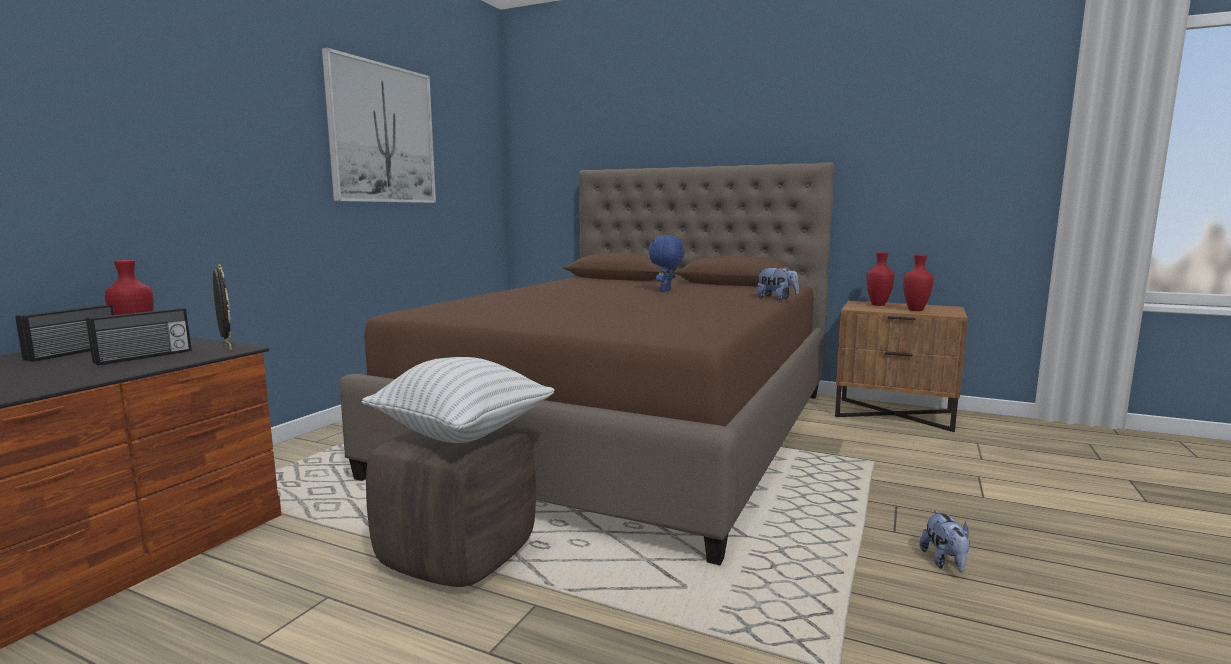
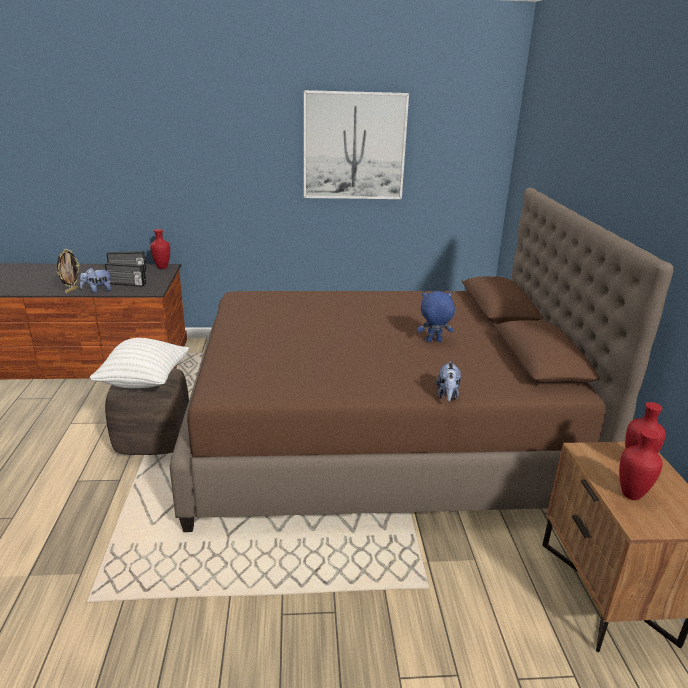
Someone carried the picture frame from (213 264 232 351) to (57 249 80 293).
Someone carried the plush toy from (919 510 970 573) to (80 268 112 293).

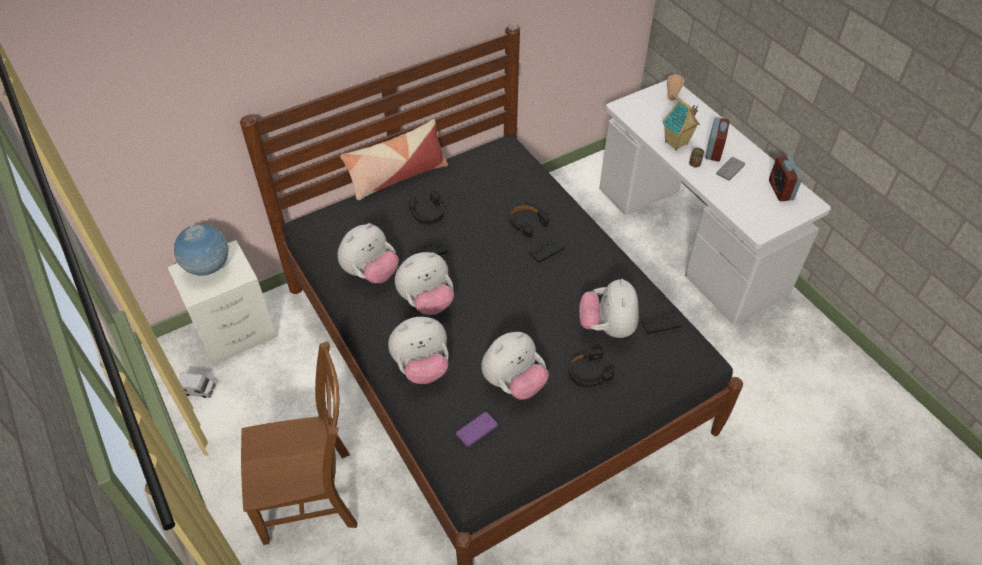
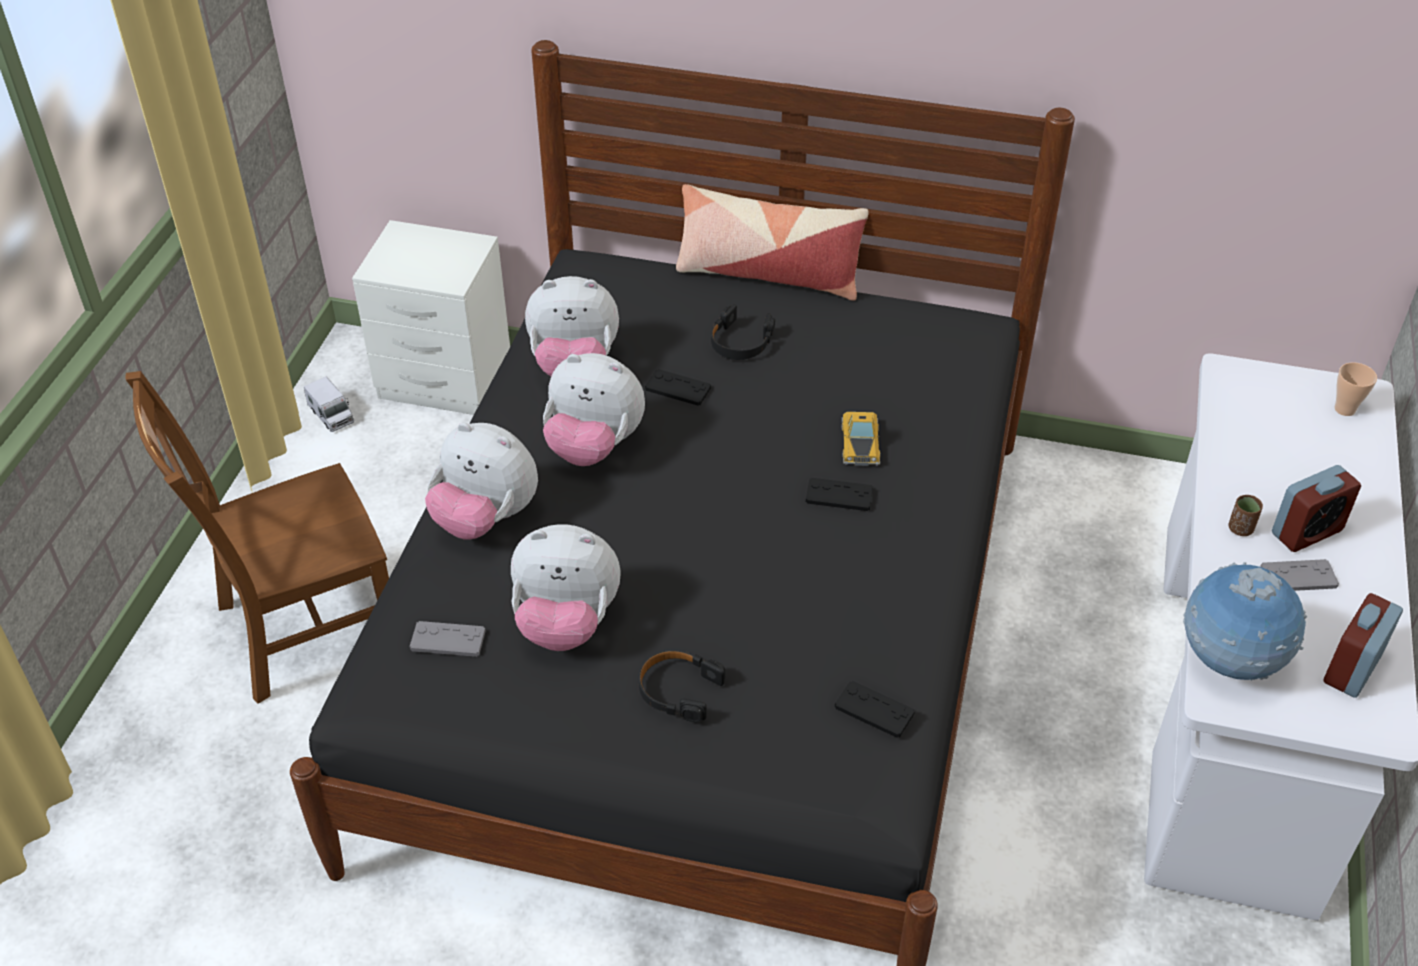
Someone took away the plush toy at (579 279 639 338).
Someone took away the toy house at (662 98 700 150).
Someone carried the globe from (174 224 230 276) to (1183 562 1307 681).
Someone swapped the headphones (black) at (510 205 549 238) for the toy car at (841 412 881 466).
Someone repainted the game controller (purple) at (456 412 498 447), which became the game controller (grey) at (409 621 486 657).
Someone rotated the chair (brown) at (241 341 358 545) by 120 degrees clockwise.

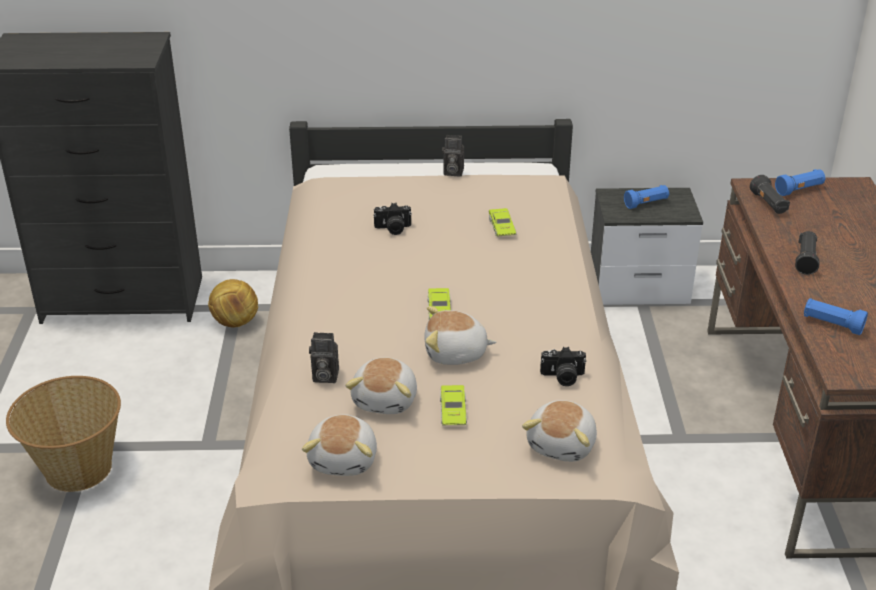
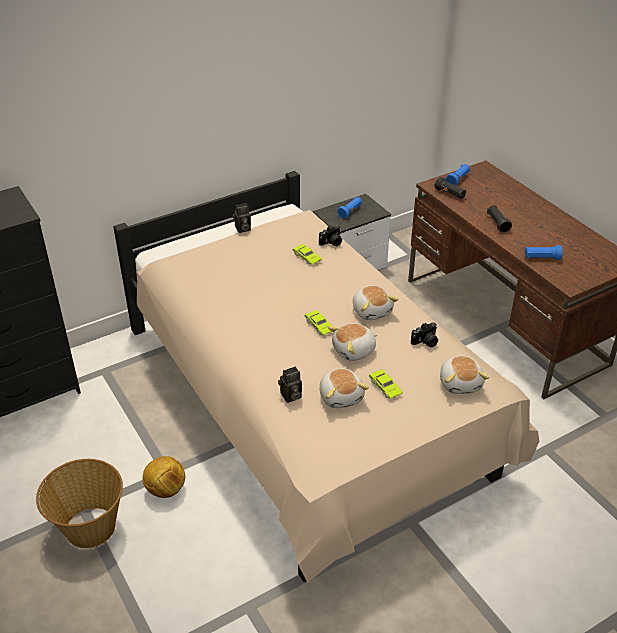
Someone carried the football from (208 279 258 327) to (142 456 185 498).
Someone carried the plush toy from (302 414 377 476) to (353 286 398 320).
Someone carried the photo camera from (373 203 412 235) to (319 225 342 246).

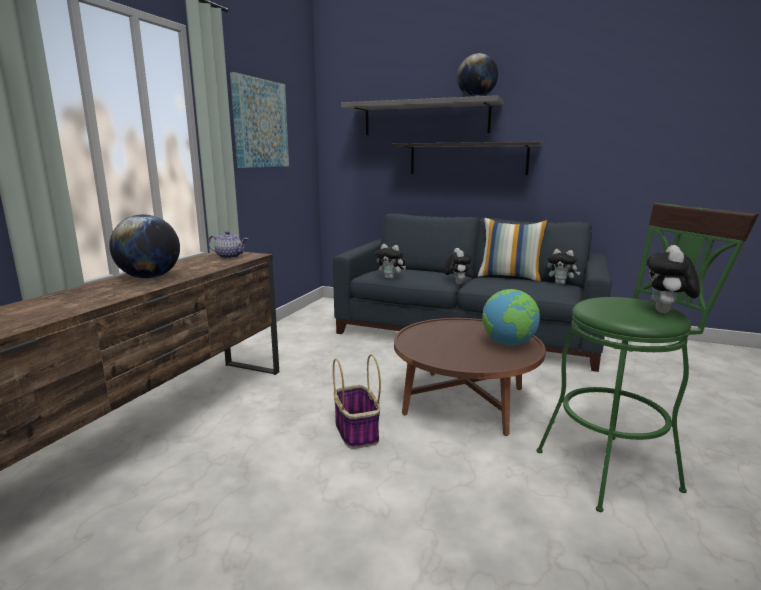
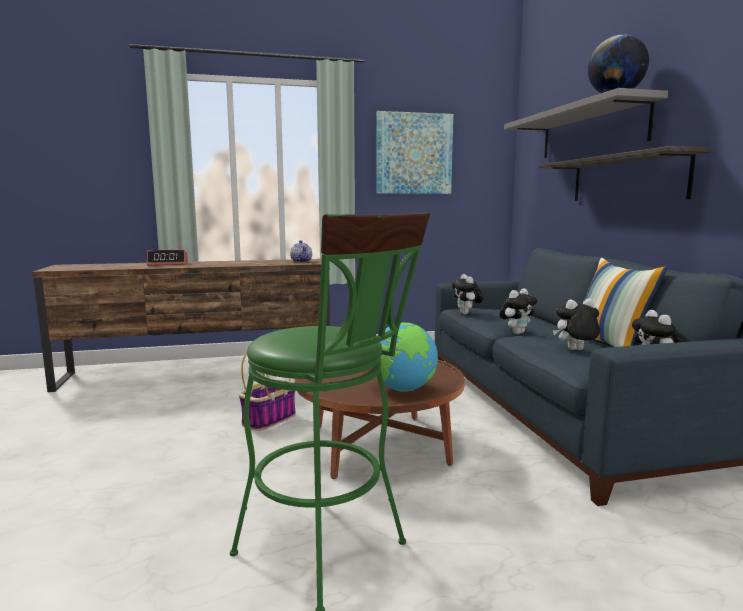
Someone took away the globe at (109 215 180 279).
Someone put down the alarm clock at (147 249 188 266).
Someone carried the plush toy from (647 245 700 313) to (553 298 600 350).

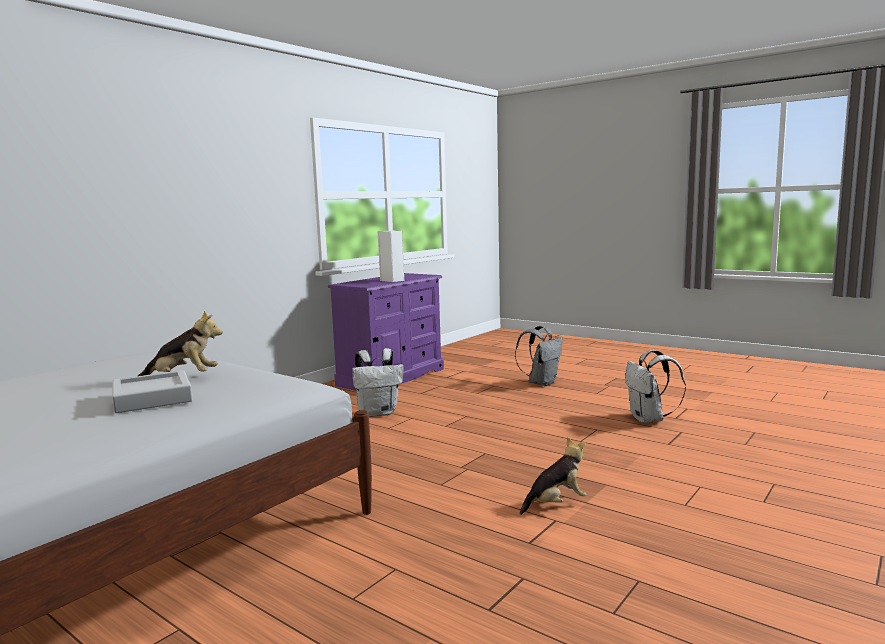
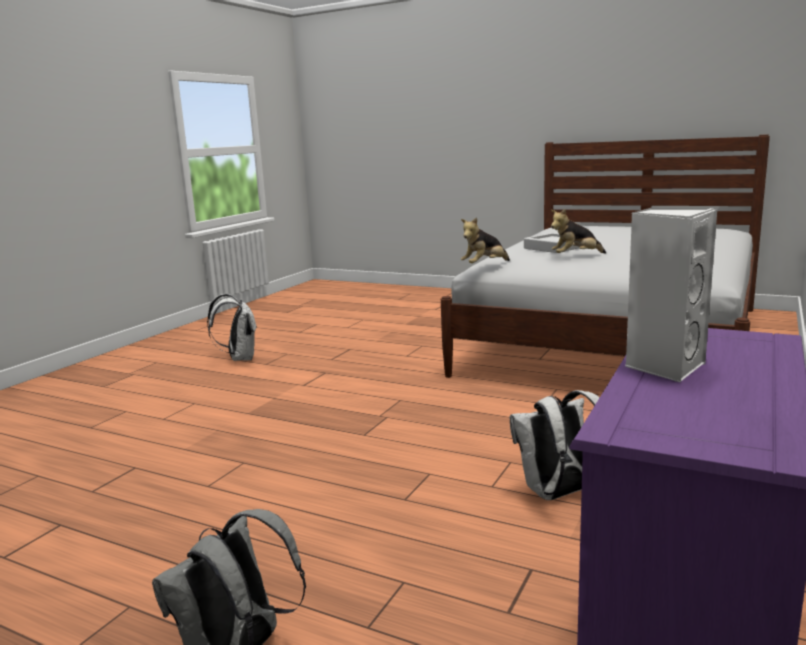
Someone carried the plush toy from (520 437 586 515) to (461 217 510 263).
Someone carried the backpack (white) from (625 350 686 423) to (207 294 257 361).

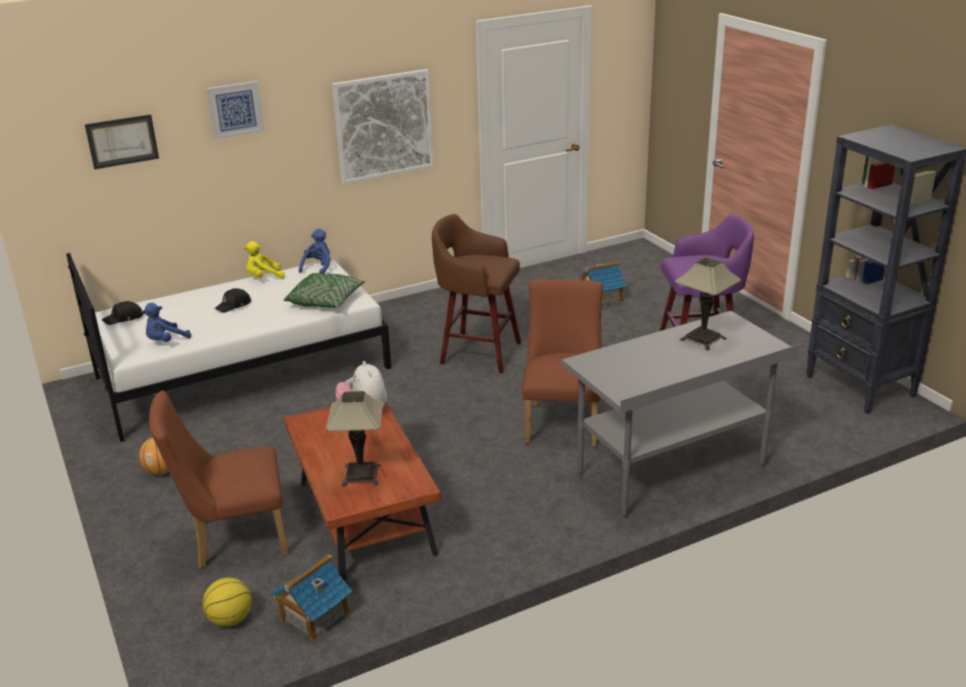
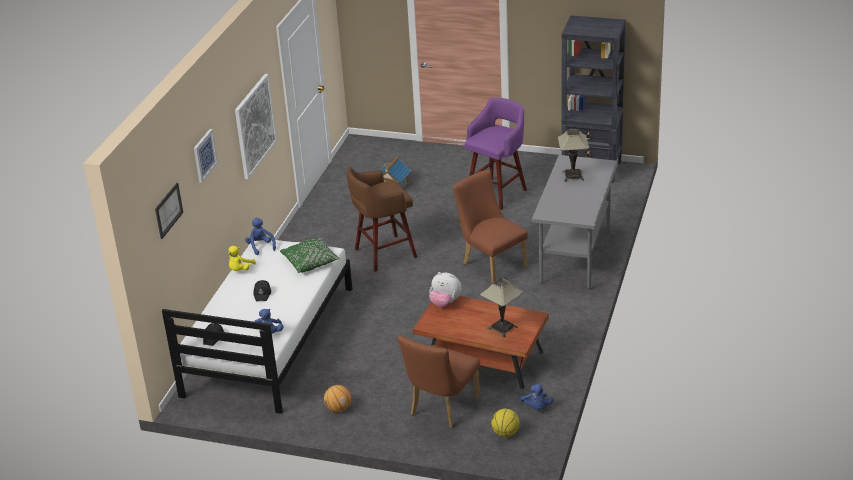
Someone swapped the toy house at (270 554 352 641) for the plush toy (blue) at (520 383 553 410).

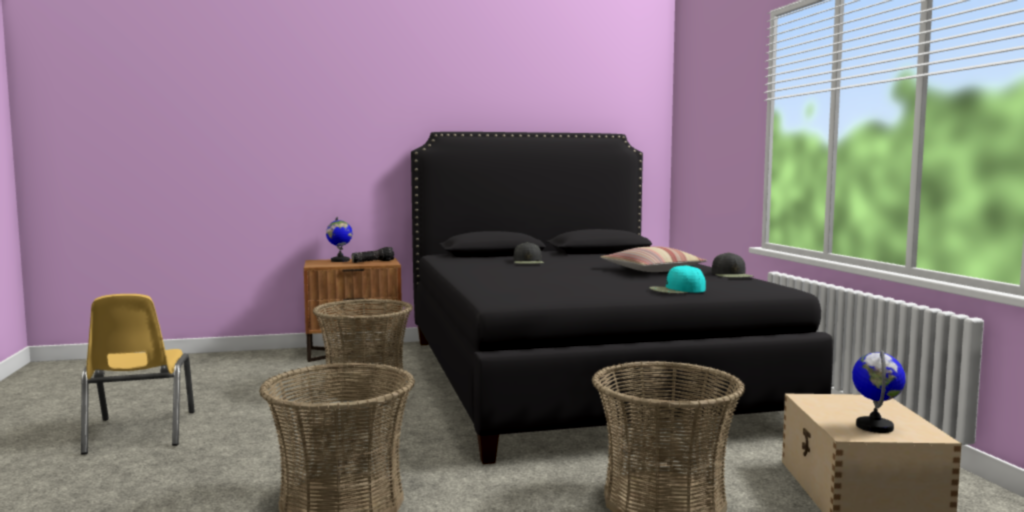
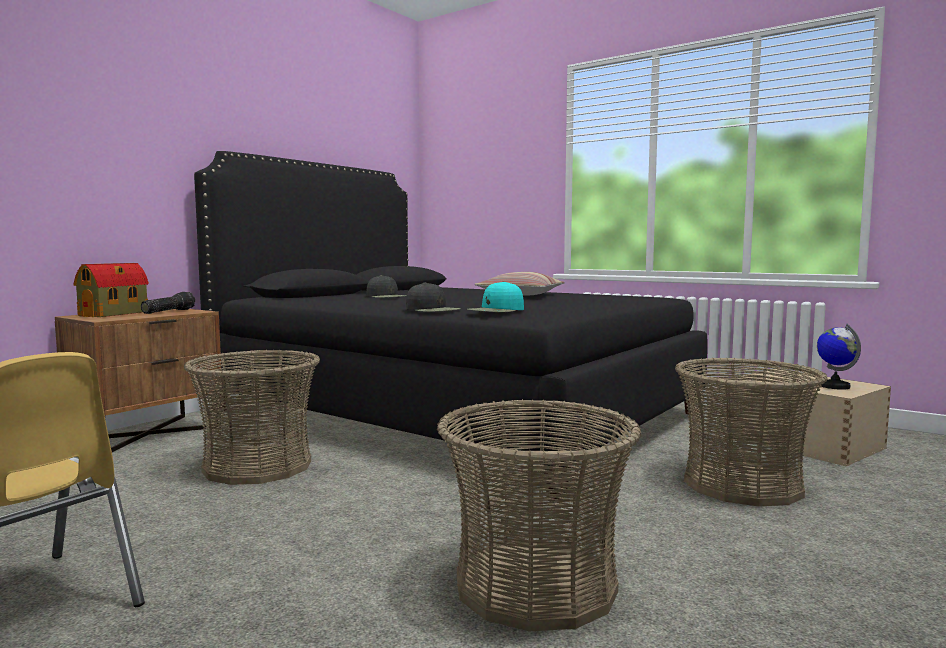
Someone carried the cap (turquoise) from (649 265 706 293) to (467 281 524 312).
Someone carried the cap (black) from (711 252 754 277) to (406 282 461 312).
Someone swapped the globe at (326 216 352 262) for the toy house at (73 263 149 317).

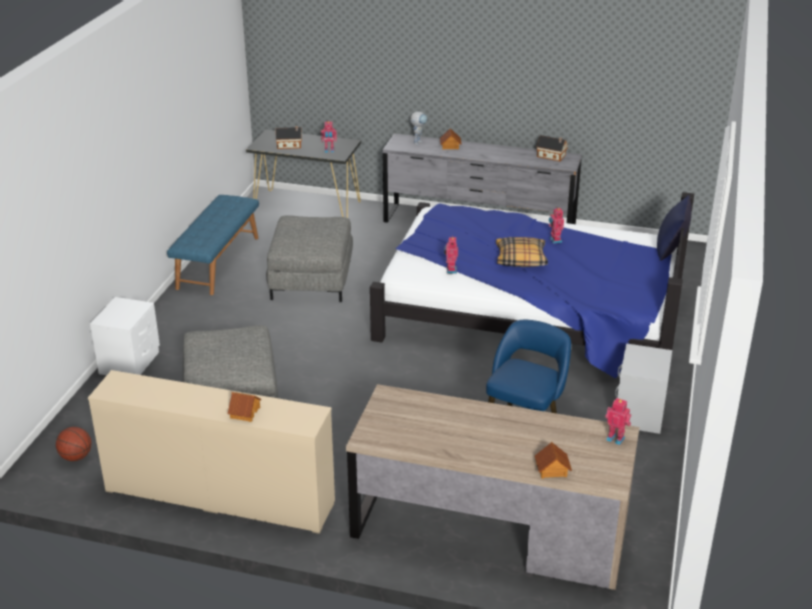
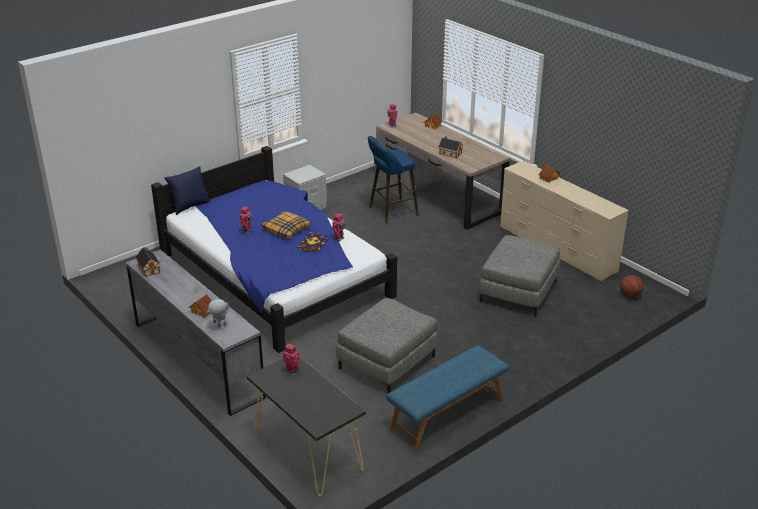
Someone took away the nightstand (white) at (90 297 160 375).
Someone put down the book at (297 232 328 253).
Someone carried the toy house from (276 126 302 149) to (439 136 463 158).

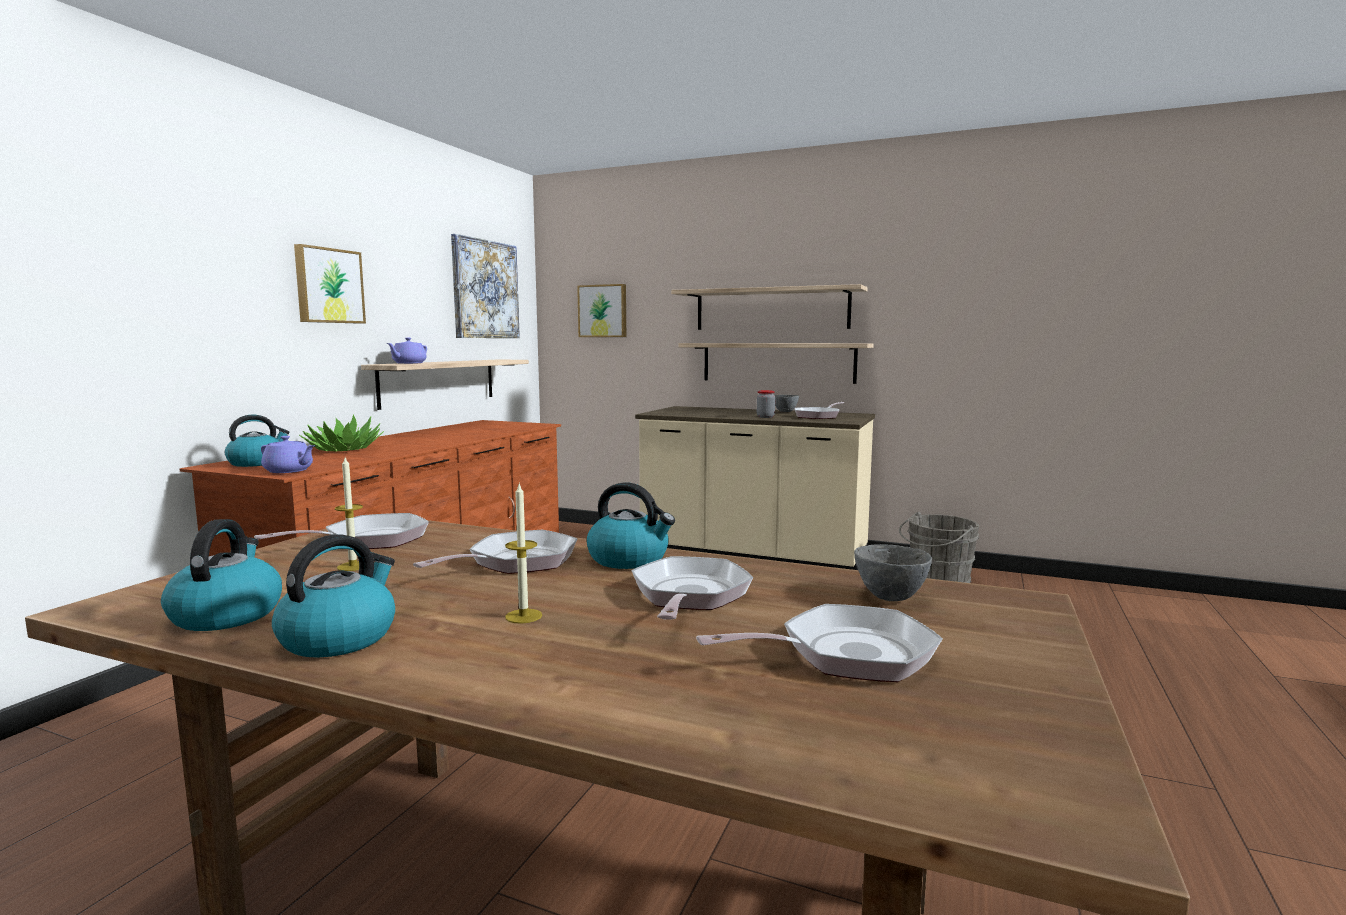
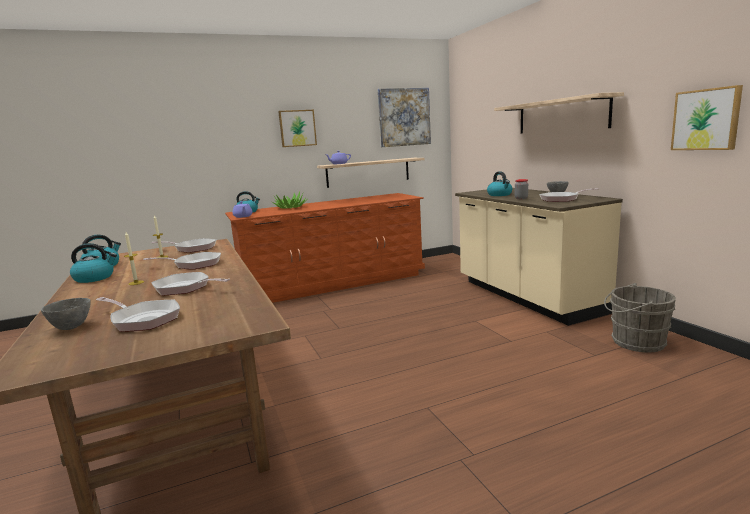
Someone took away the shelf at (678 343 874 384).
Someone carried the picture from (577 284 626 337) to (671 85 743 150).
Someone carried the kettle from (587 482 675 569) to (487 171 513 196).
Someone carried the bowl (grey) from (854 544 932 601) to (41 298 91 330).
Someone rotated the frying pan at (632 556 753 620) by 120 degrees counterclockwise.

